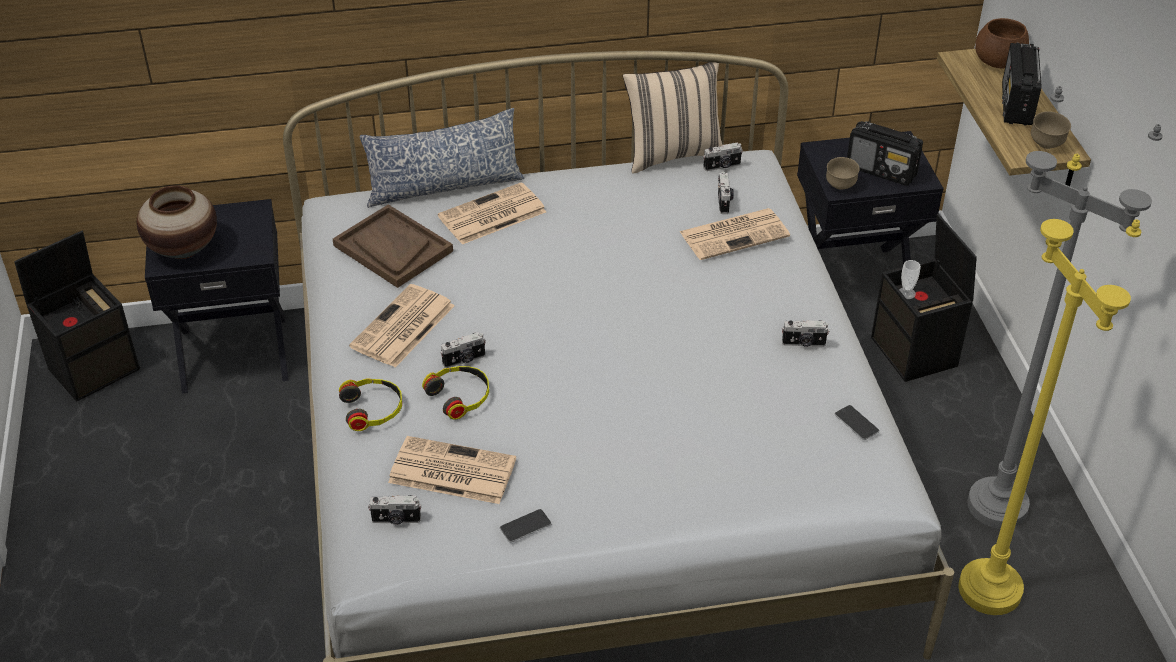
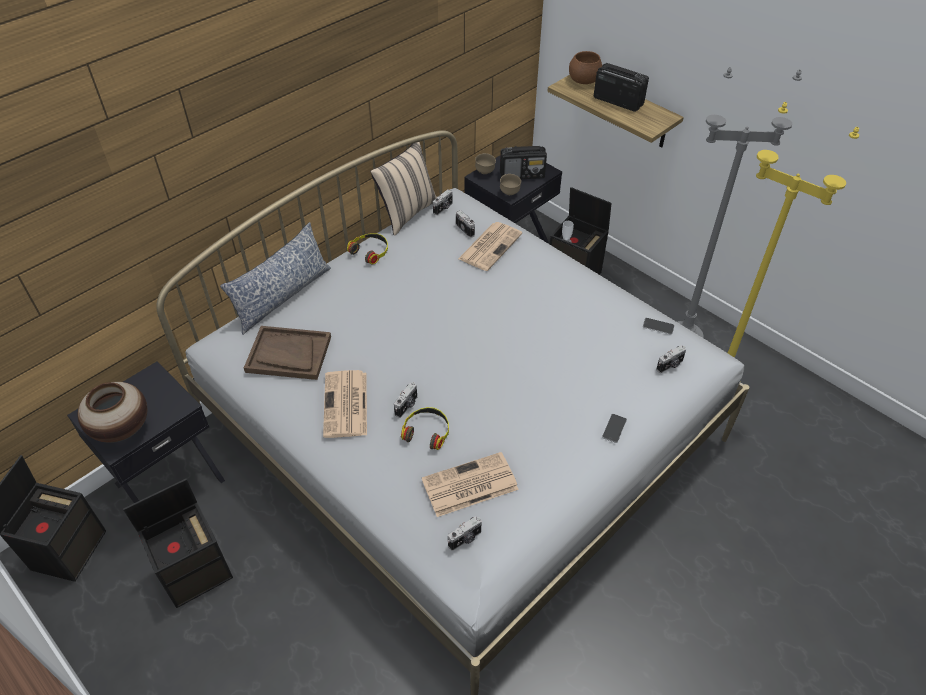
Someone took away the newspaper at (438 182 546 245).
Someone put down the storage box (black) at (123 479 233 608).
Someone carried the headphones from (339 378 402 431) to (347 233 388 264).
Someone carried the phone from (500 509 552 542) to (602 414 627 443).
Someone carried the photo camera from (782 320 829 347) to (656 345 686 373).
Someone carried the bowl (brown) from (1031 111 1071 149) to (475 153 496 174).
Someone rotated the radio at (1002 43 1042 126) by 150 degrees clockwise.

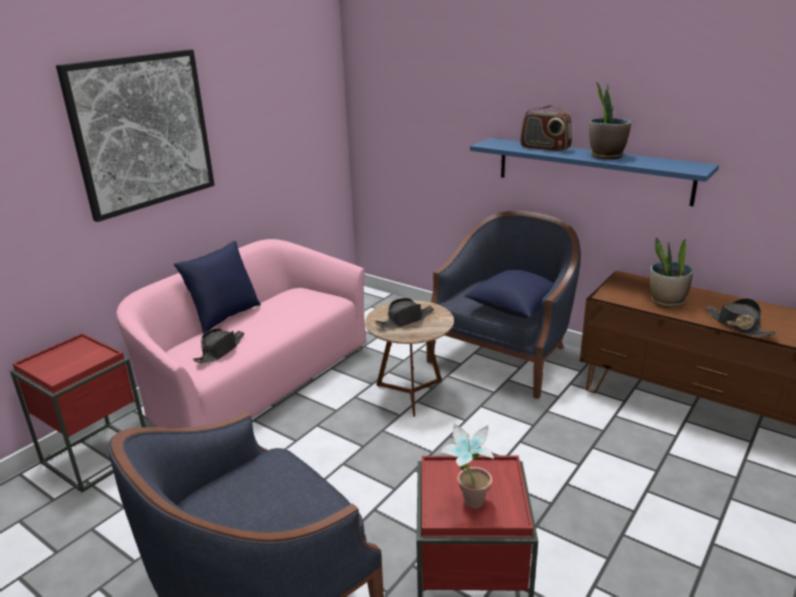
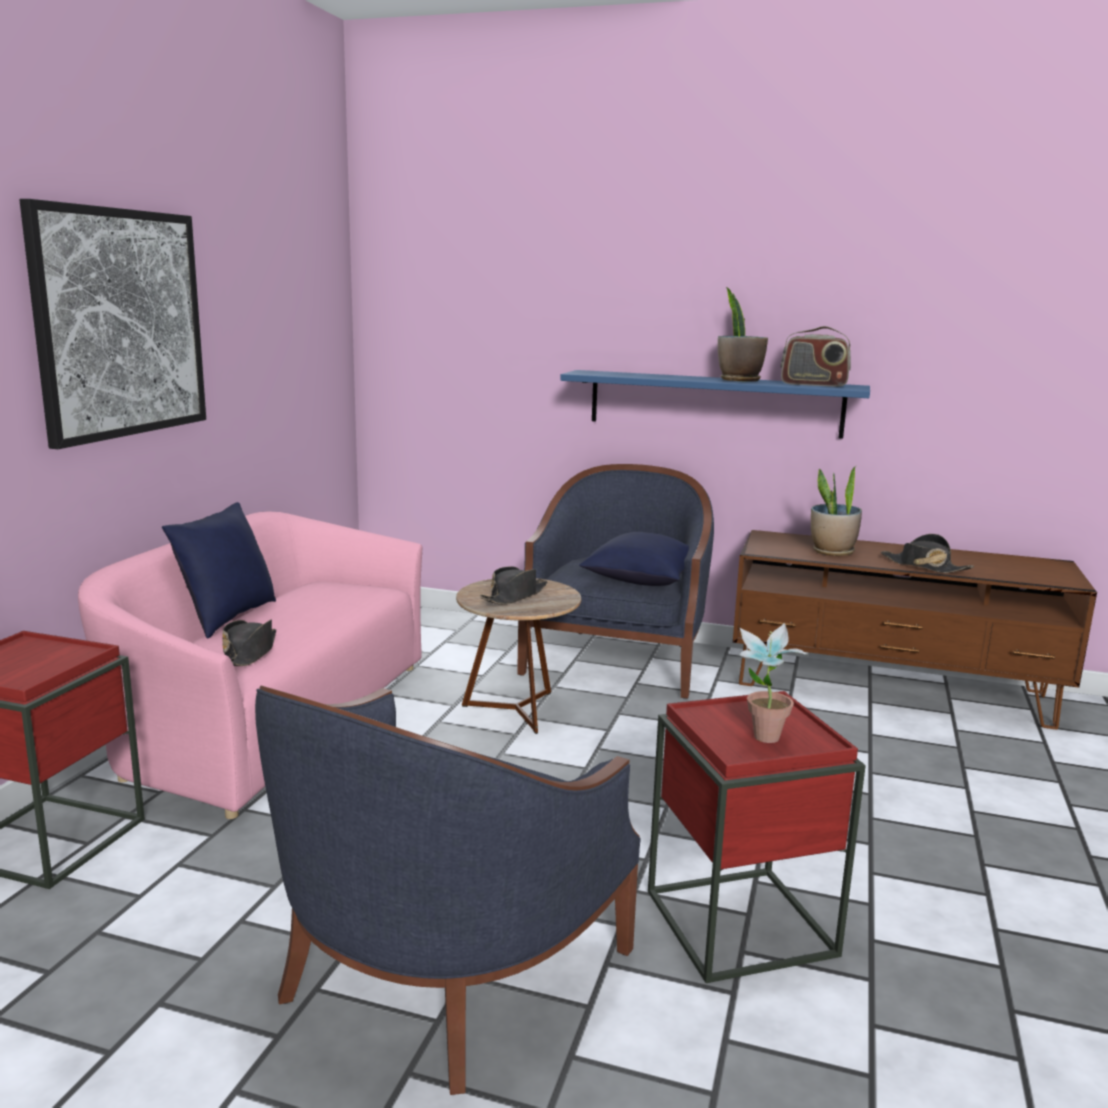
Someone carried the radio from (520 105 572 152) to (780 326 851 387).

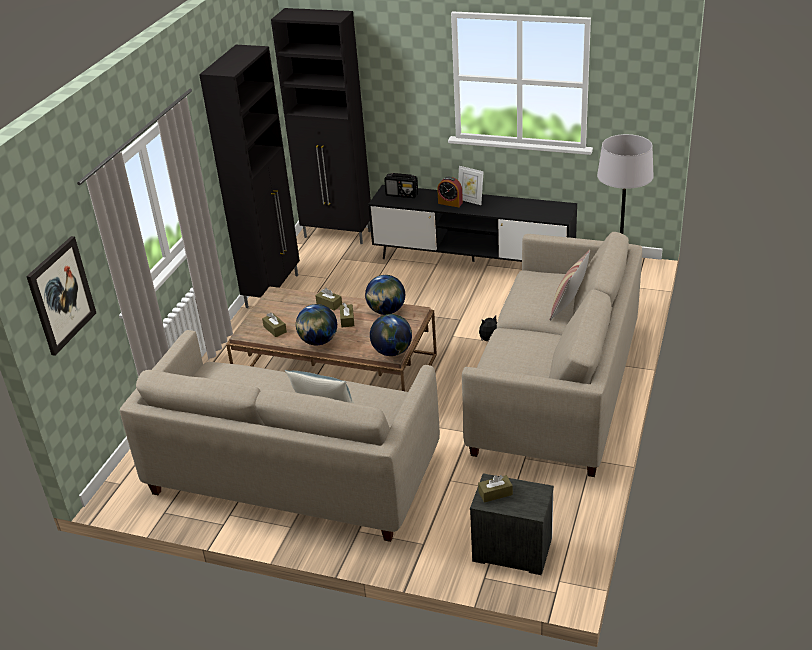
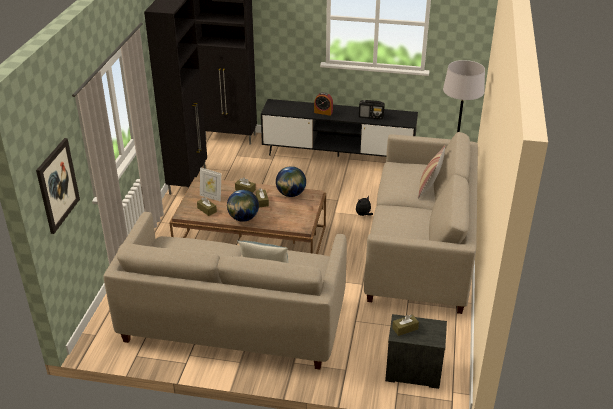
Someone took away the globe at (370 314 412 356).
Someone carried the radio from (384 173 418 198) to (359 100 385 120).
Someone carried the picture frame from (458 166 484 205) to (200 167 221 202).

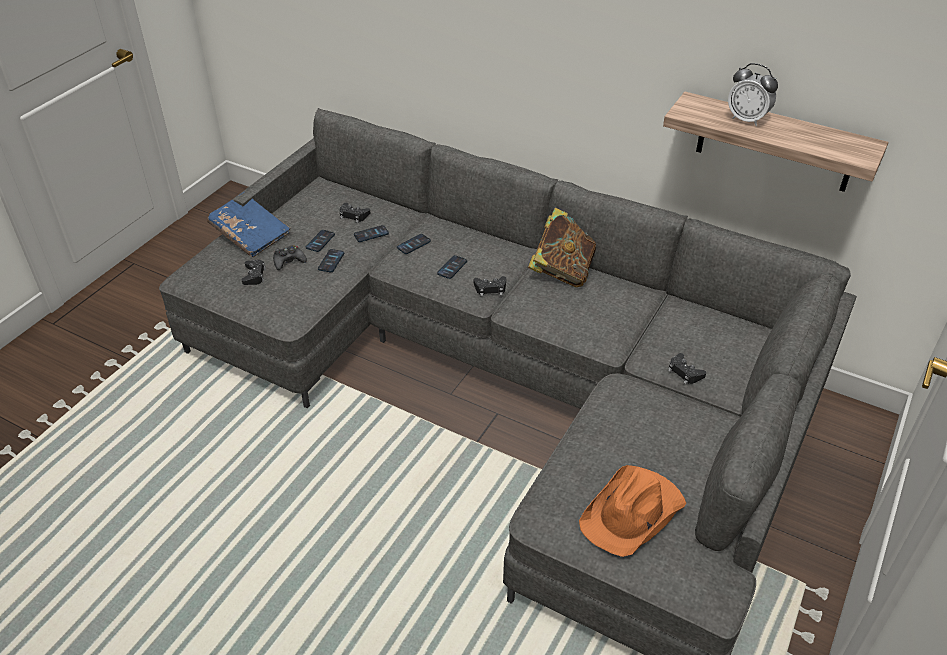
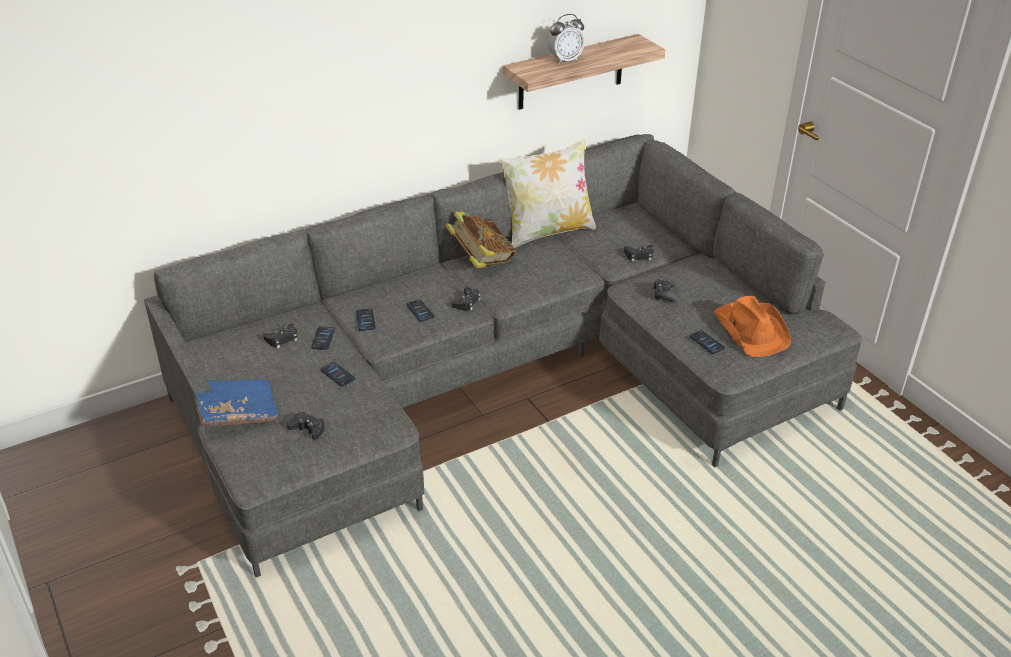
Someone put down the pillow at (499 139 596 248).
Someone carried the game controller (black) from (273 245 307 270) to (653 279 677 302).
Someone carried the phone from (306 230 335 252) to (690 331 725 354).

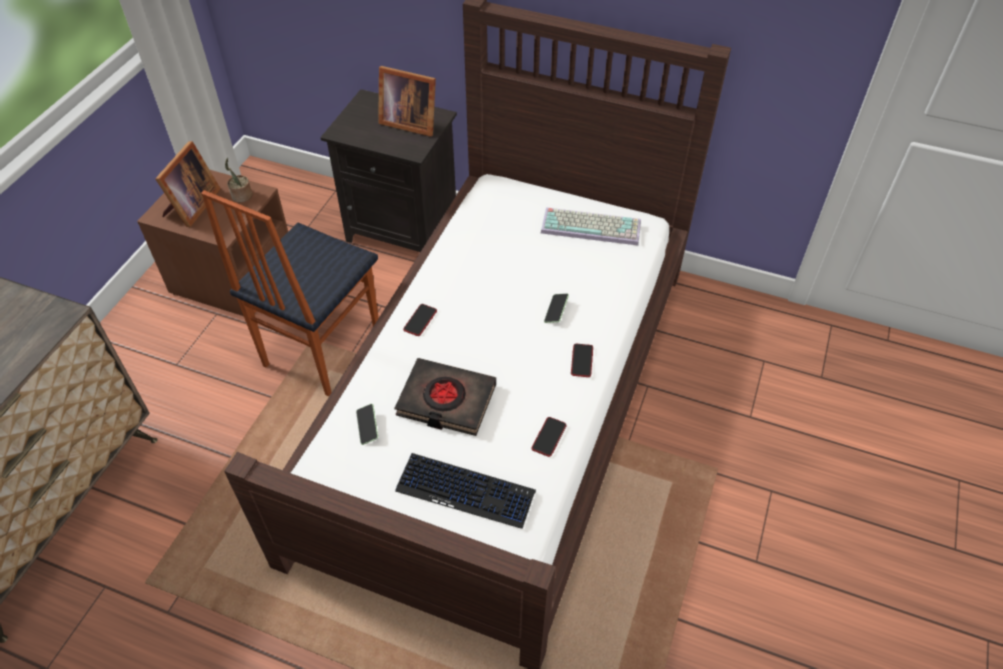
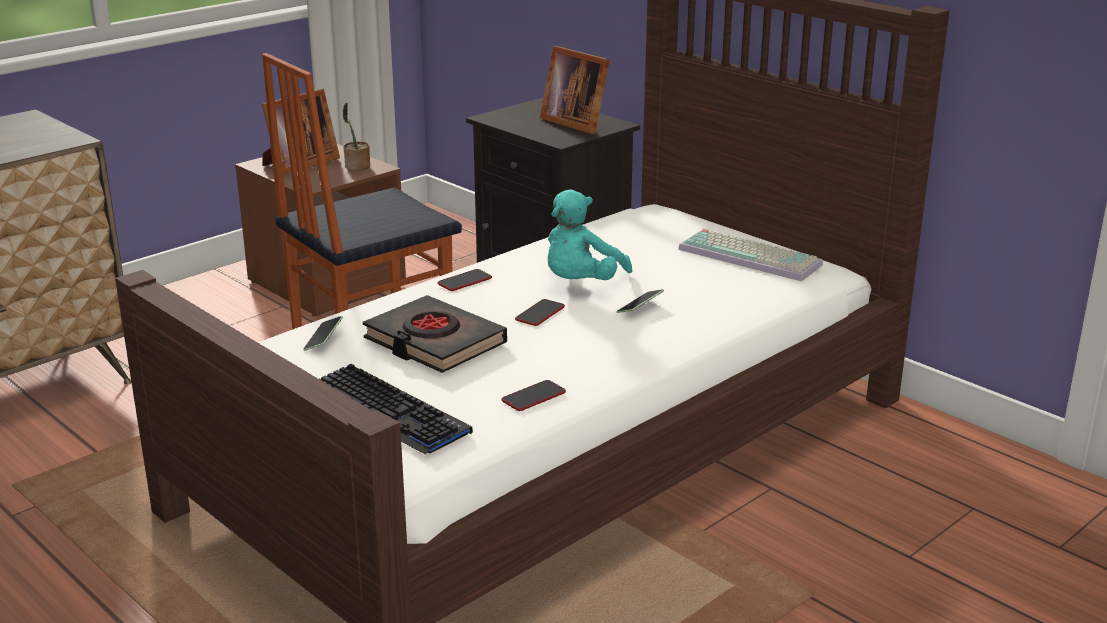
Someone put down the plush toy (turquoise) at (548 189 632 280).
Someone carried the phone from (571 344 593 377) to (515 299 565 326).

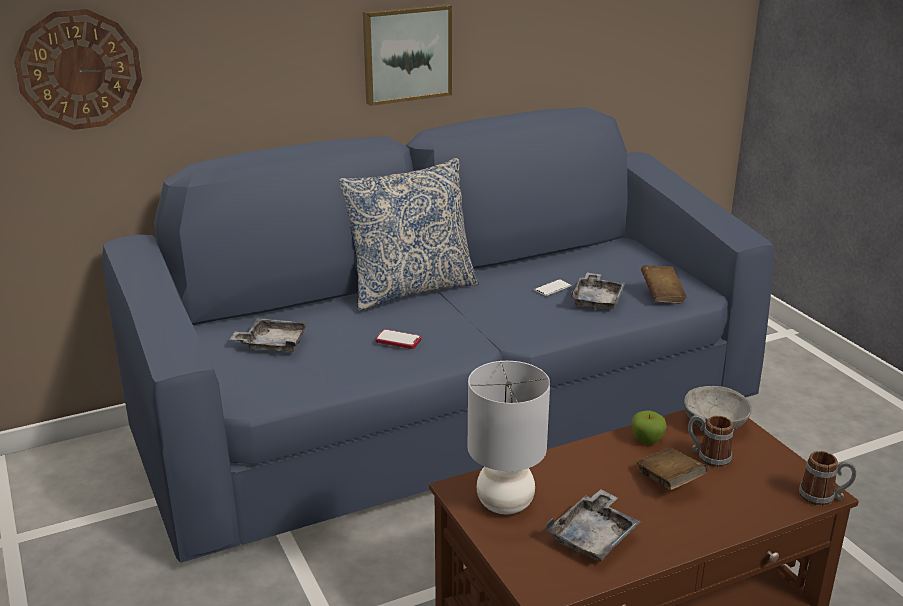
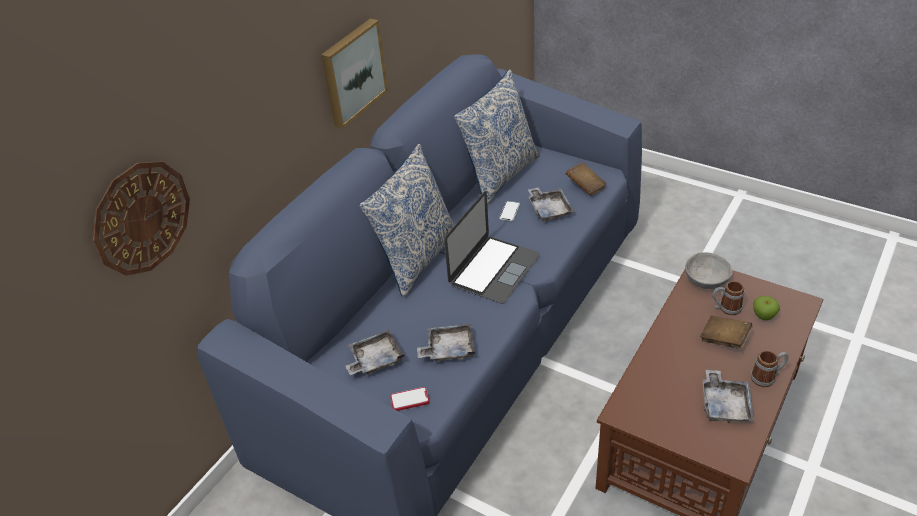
Someone took away the table lamp (grey) at (468 361 550 514).
Someone put down the tray (grey) at (417 323 476 362).
Someone put down the laptop at (444 191 540 304).
Someone put down the pillow at (454 69 540 204).
Someone carried the phone from (376 329 421 349) to (390 387 430 411).
Someone carried the apple from (631 411 667 445) to (753 296 780 321).
Someone carried the mug from (799 451 856 506) to (750 350 789 387).

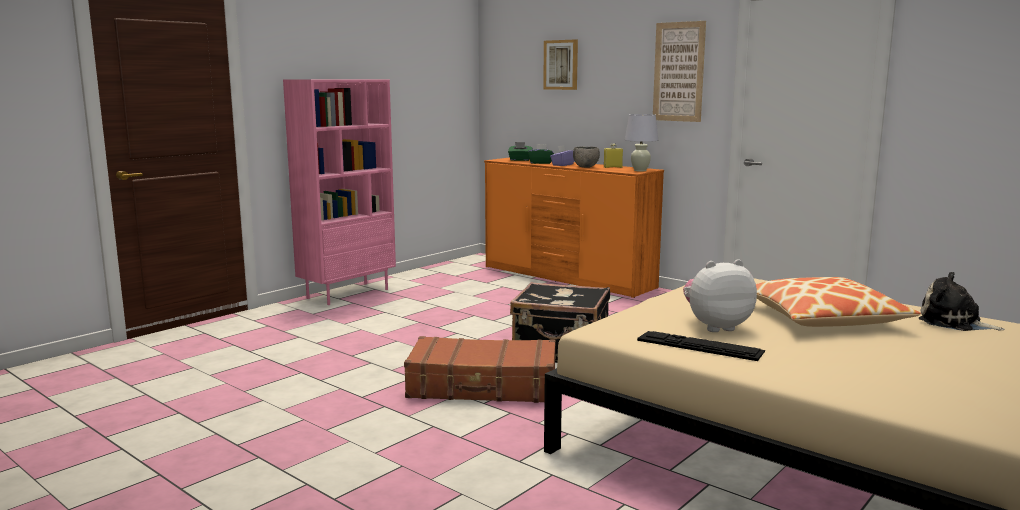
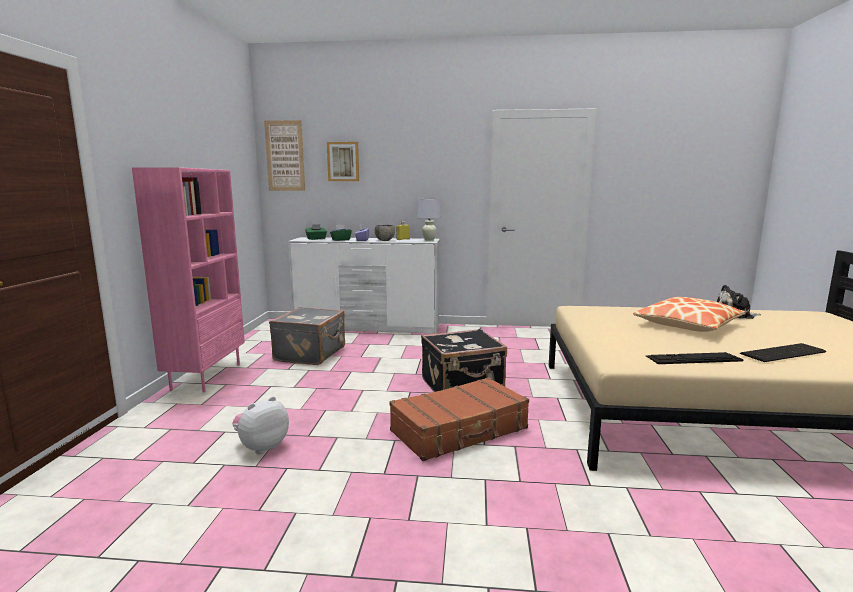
Someone put down the suitcase (grey) at (269 307 345 365).
Someone put down the keyboard at (740 343 826 362).
Someone carried the picture from (653 21 706 122) to (264 120 305 191).
Someone carried the plush toy from (683 259 757 332) to (232 396 289 454).
Someone repainted the dresser (orange) at (484 157 664 298), which became the dresser (white) at (288 237 440 334).

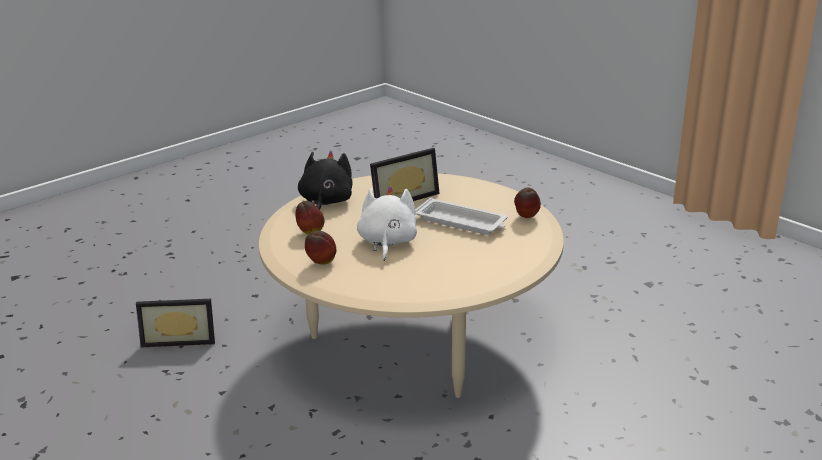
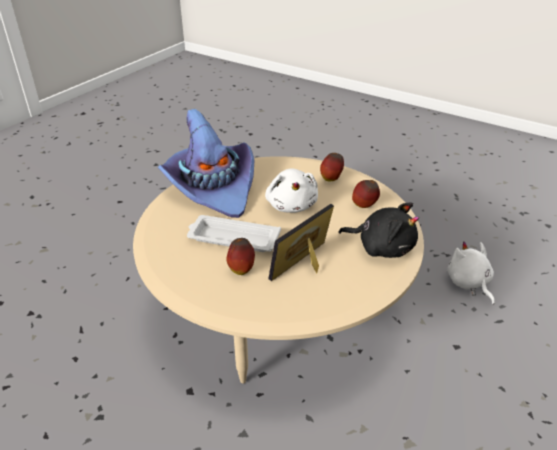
Someone put down the hat (purple) at (158 109 254 218).
Someone carried the apple from (514 187 541 218) to (226 238 255 275).
Someone swapped the picture frame at (136 299 215 347) for the plush toy (white) at (447 241 495 305).
Someone rotated the plush toy (black) at (298 151 353 210) by 60 degrees counterclockwise.

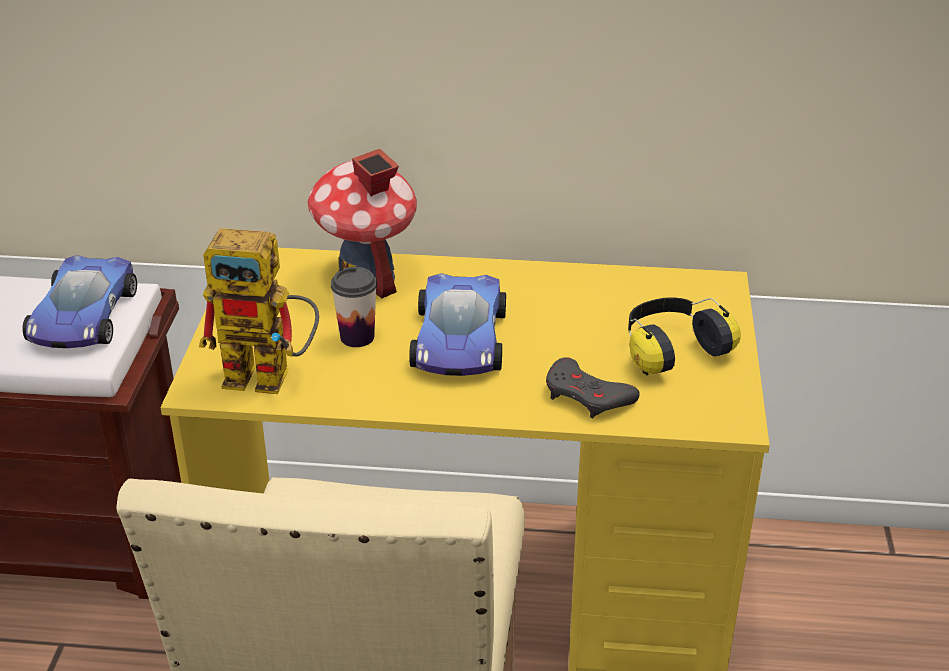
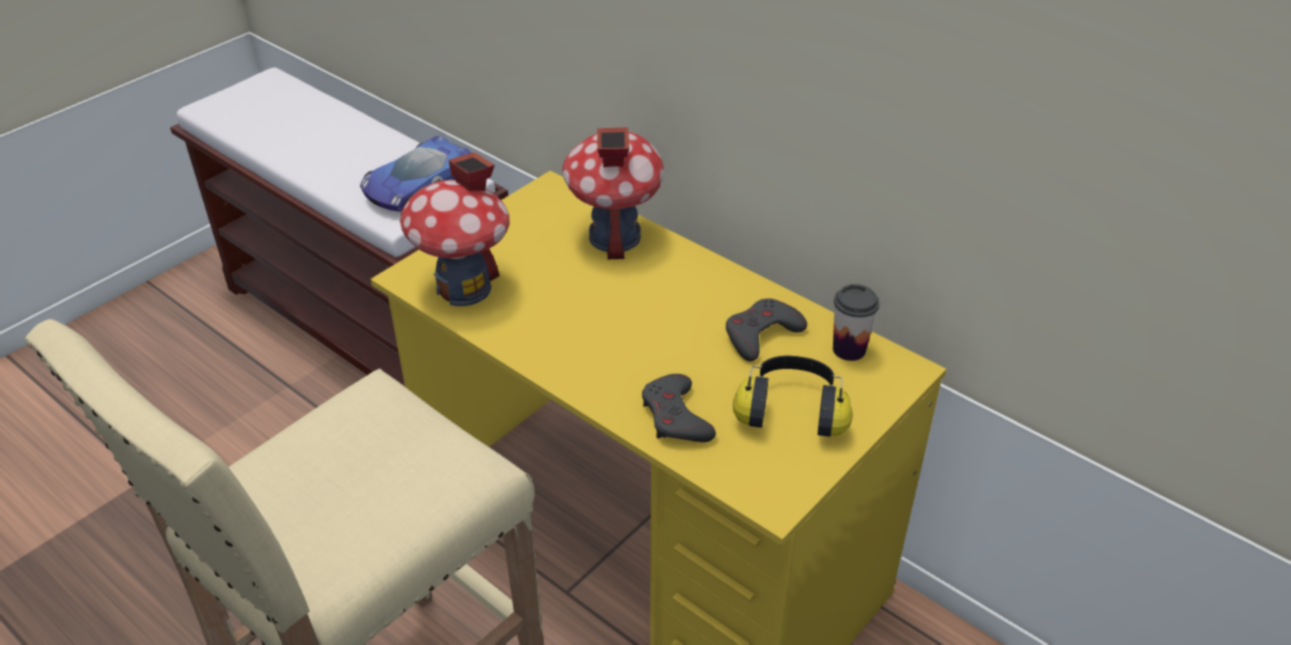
Someone took away the toy car at (409 273 506 376).
Someone put down the game controller (grey) at (726 298 807 361).
Someone carried the cup from (331 267 377 347) to (833 284 880 361).
Someone swapped the toy robot at (199 228 319 394) for the toy house at (400 152 509 306).

